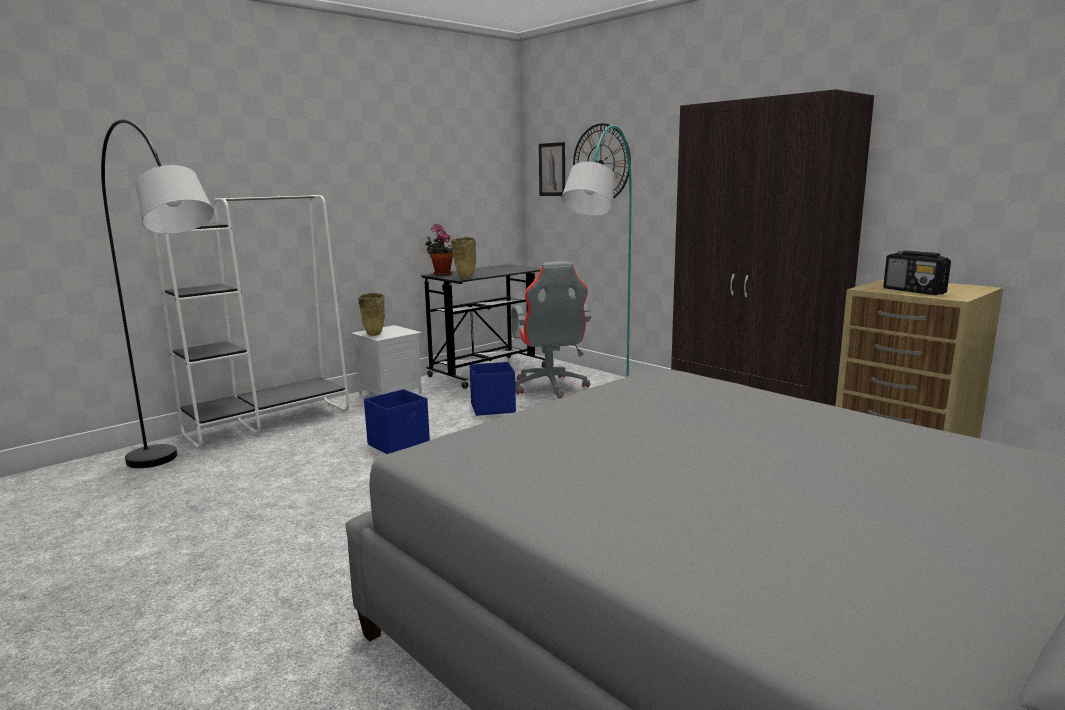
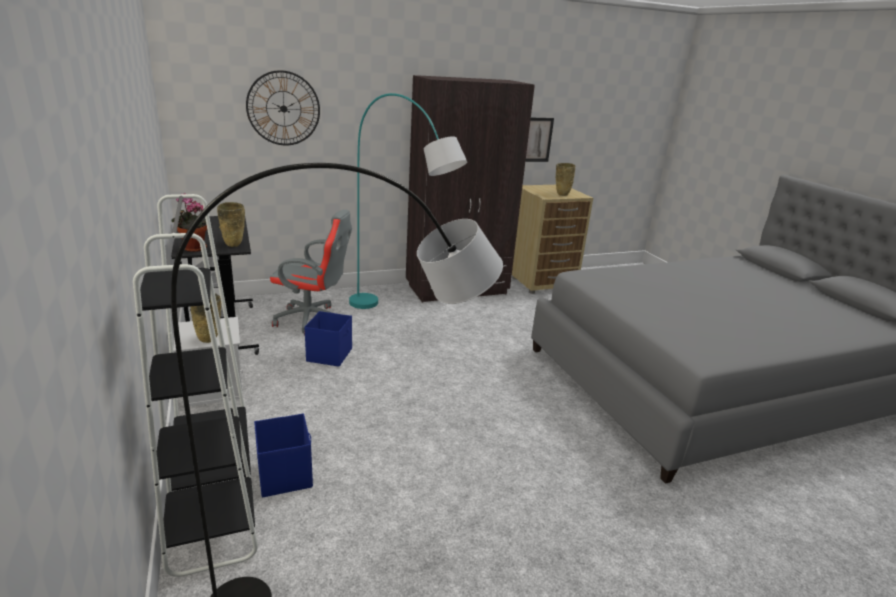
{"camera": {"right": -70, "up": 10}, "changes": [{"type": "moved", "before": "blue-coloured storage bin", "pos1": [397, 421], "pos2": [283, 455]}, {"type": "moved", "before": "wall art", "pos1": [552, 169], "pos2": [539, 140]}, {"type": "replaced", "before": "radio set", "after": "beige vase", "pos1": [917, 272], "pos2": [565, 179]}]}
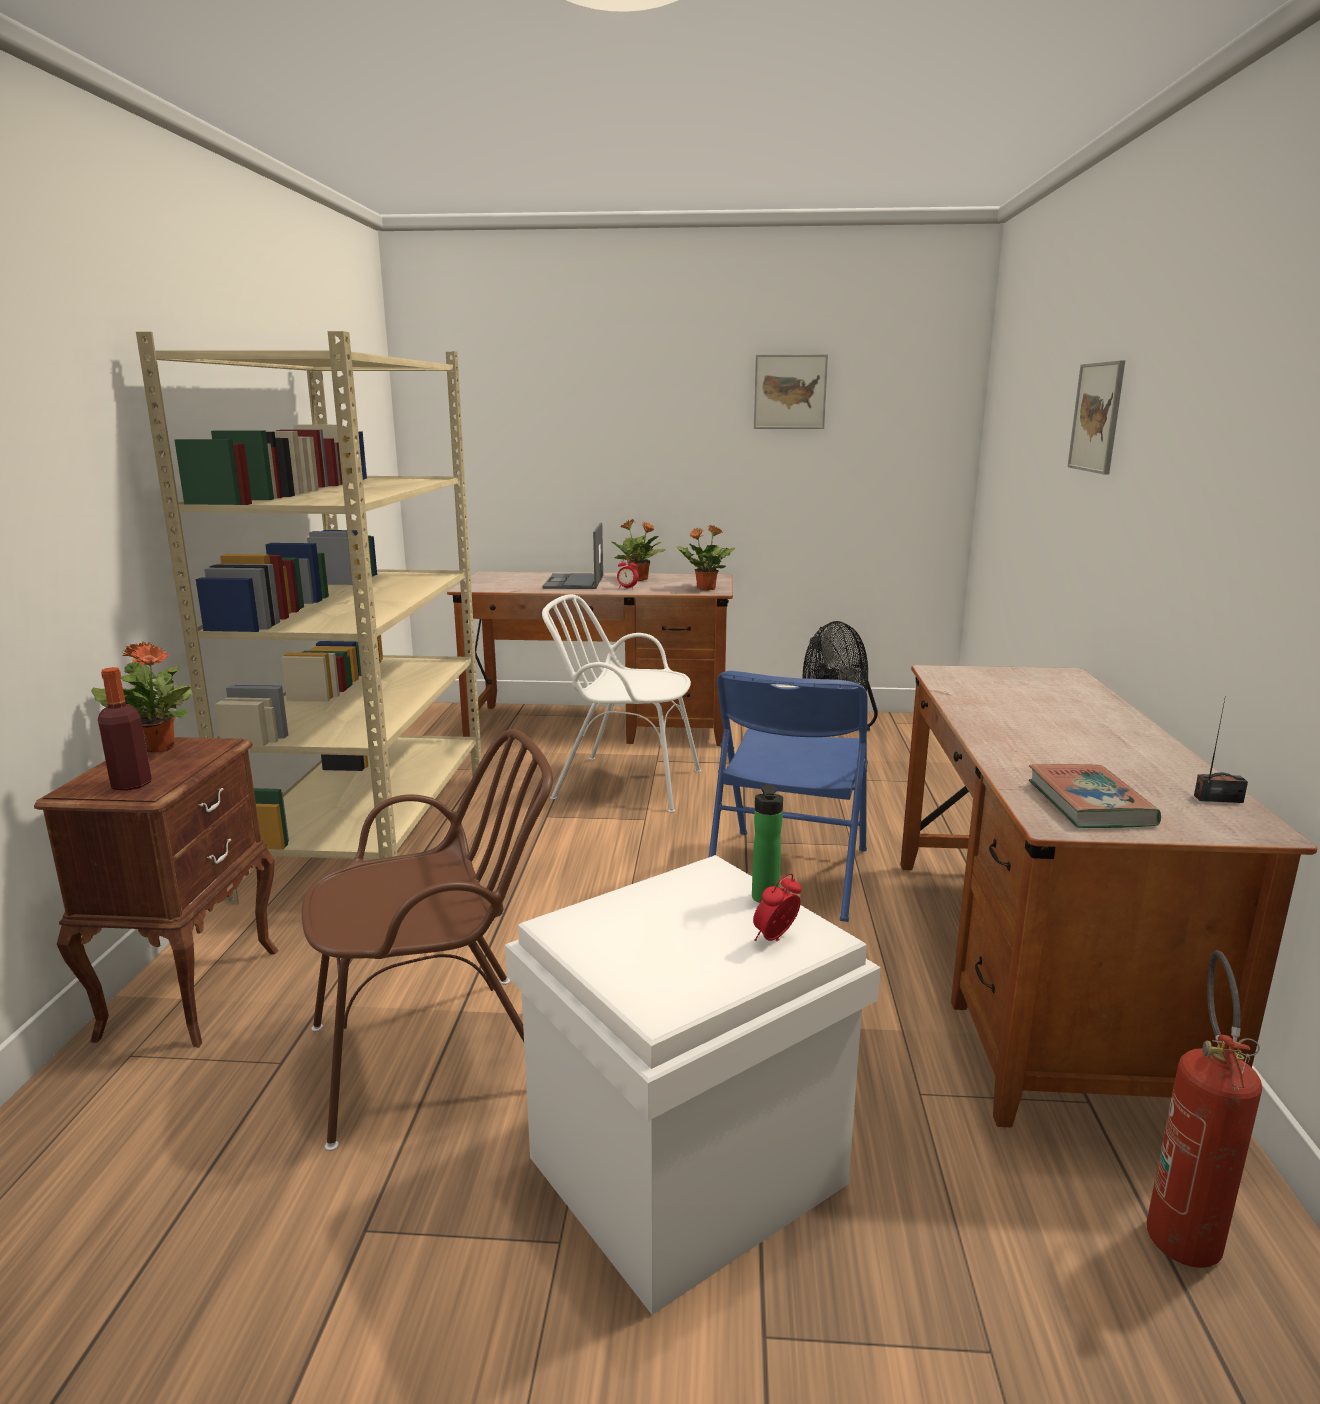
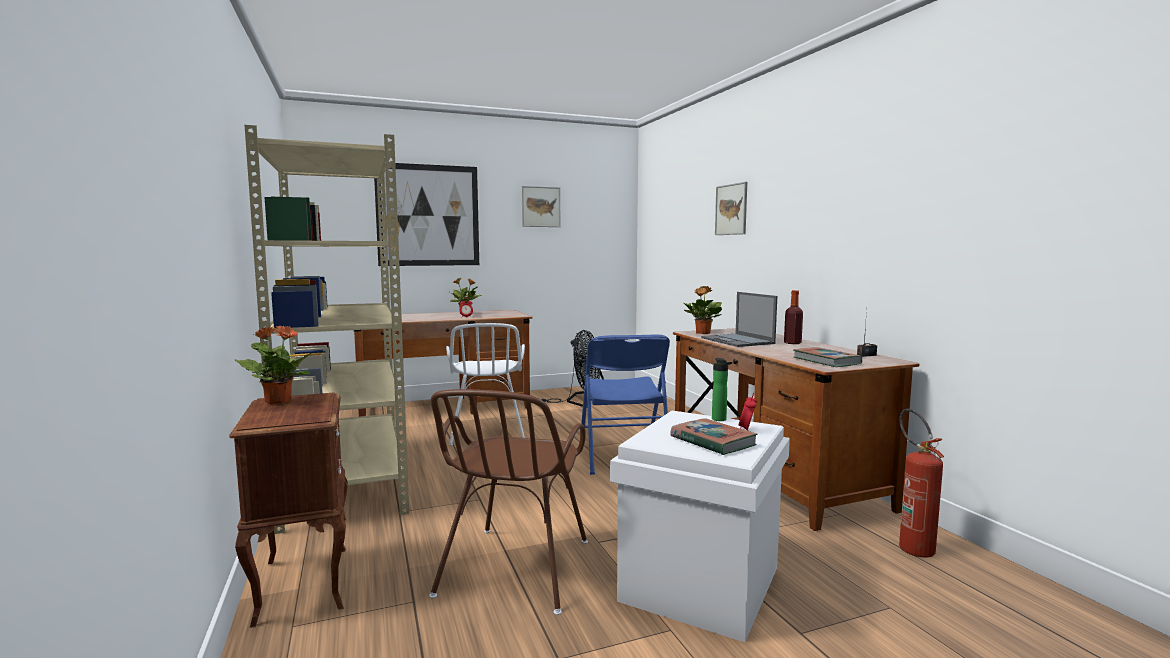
{"camera": {"right": -25, "up": -10}, "changes": [{"type": "moved", "before": "beverage bottle", "pos1": [125, 729], "pos2": [793, 317]}, {"type": "turned", "before": "brown-coloured upright chair", "pos1": [427, 940], "pos2": [508, 502], "turn": 150}, {"type": "moved", "before": "laptop", "pos1": [572, 556], "pos2": [739, 319]}, {"type": "turned", "before": "white-coloured upright chair", "pos1": [621, 703], "pos2": [485, 384], "turn": -90}, {"type": "moved", "before": "potted plant", "pos1": [706, 558], "pos2": [703, 310]}, {"type": "added", "after": "wall art", "pos2": [426, 214]}, {"type": "added", "after": "bound book", "pos2": [714, 436]}]}
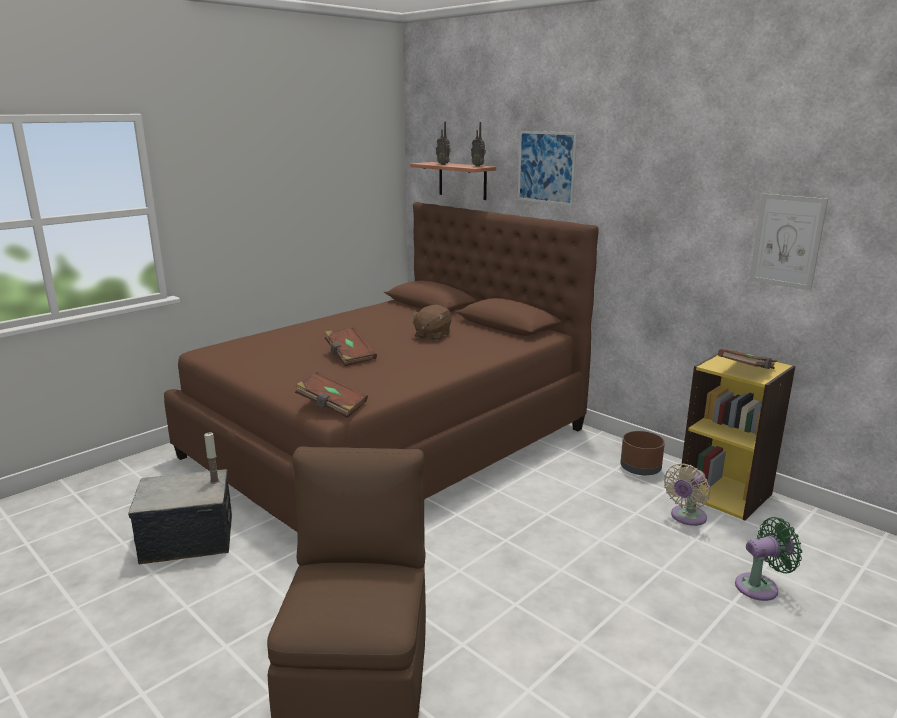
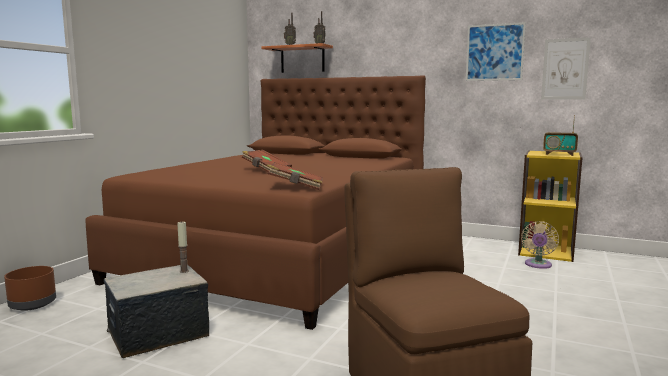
{"camera": {"right": -20, "up": -10}, "changes": [{"type": "removed", "before": "brown-coloured cuddly toy", "pos1": [431, 323]}, {"type": "moved", "before": "wall art", "pos1": [547, 168], "pos2": [496, 51]}, {"type": "moved", "before": "brown-coloured flower pot", "pos1": [642, 453], "pos2": [30, 288]}, {"type": "replaced", "before": "brown-coloured bound book", "after": "radio set", "pos1": [747, 359], "pos2": [560, 135]}, {"type": "removed", "before": "greenish fan", "pos1": [768, 559]}]}
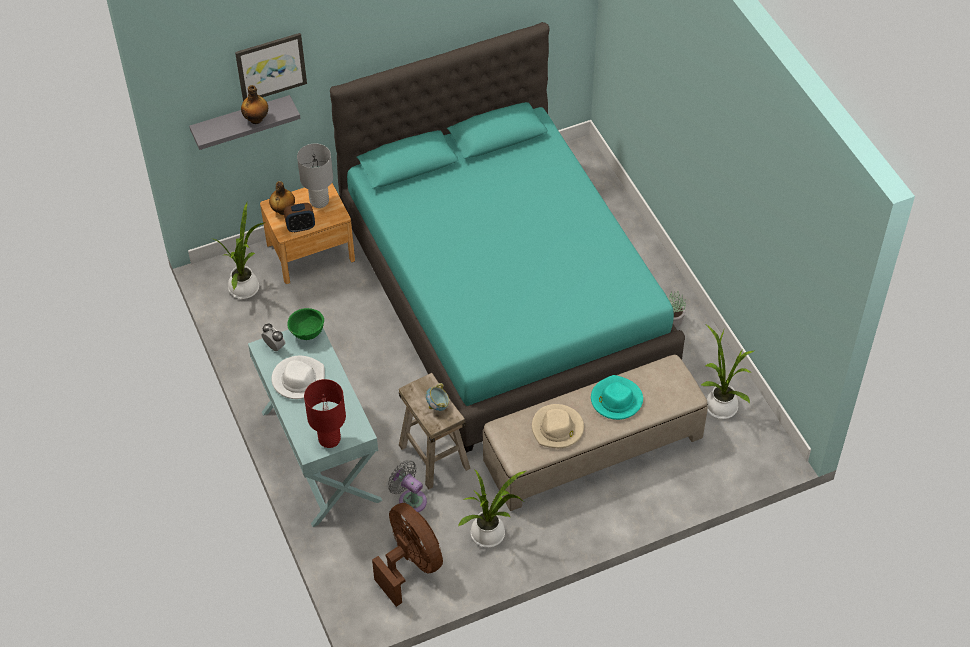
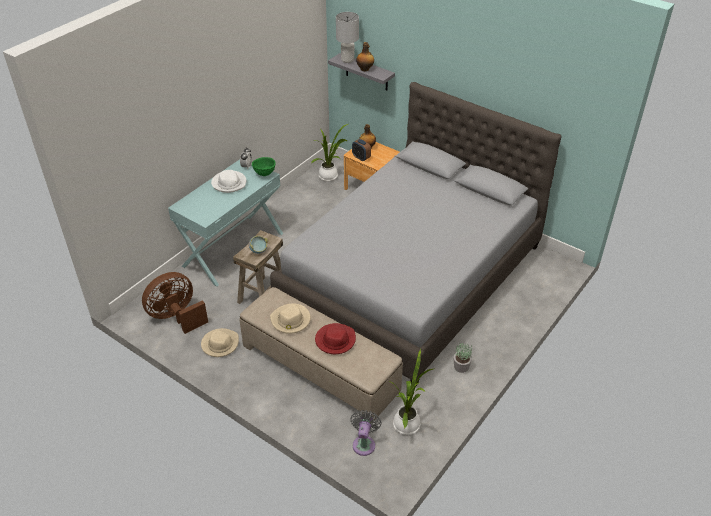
{"camera": {"right": 60, "up": -10}, "changes": [{"type": "removed", "before": "wall art", "pos1": [271, 67]}, {"type": "moved", "before": "grey tabletop lamp", "pos1": [315, 175], "pos2": [347, 37]}, {"type": "removed", "before": "red-coloured tabletop lamp", "pos1": [325, 413]}, {"type": "recoloured", "before": "blue-green bedroom bed", "after": "grey bedroom bed", "pos1": [507, 237], "pos2": [415, 234]}, {"type": "turned", "before": "brown-coloured fan", "pos1": [407, 555], "pos2": [175, 303], "turn": -150}, {"type": "moved", "before": "grey fan", "pos1": [407, 486], "pos2": [366, 433]}, {"type": "replaced", "before": "potted plant", "after": "beige hat", "pos1": [492, 508], "pos2": [220, 342]}, {"type": "recoloured", "before": "blue-green hat", "after": "red-coloured hat", "pos1": [617, 397], "pos2": [335, 338]}]}
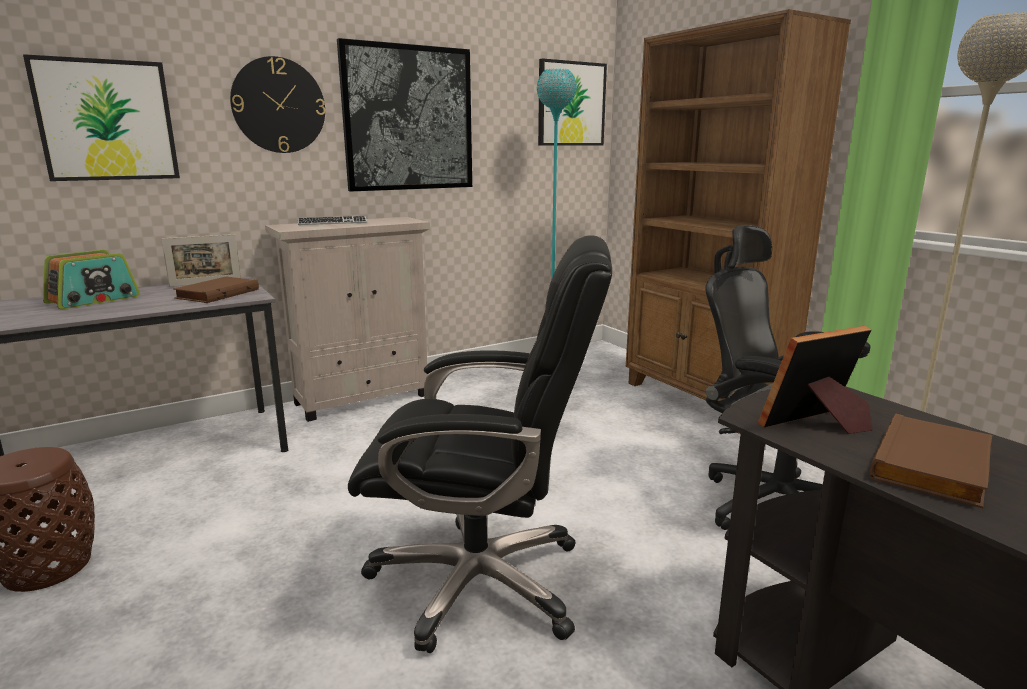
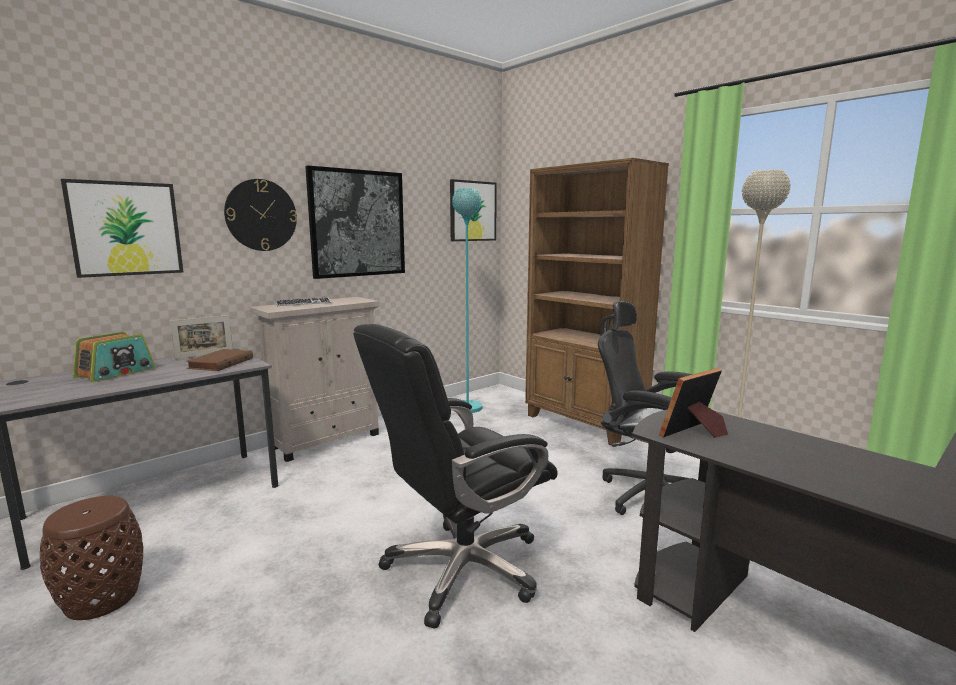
{"camera": {"right": -10, "up": -5}, "changes": [{"type": "turned", "before": "black-coloured computer chair", "pos1": [480, 444], "pos2": [455, 476], "turn": 150}, {"type": "removed", "before": "brown-coloured bound book", "pos1": [931, 461]}]}
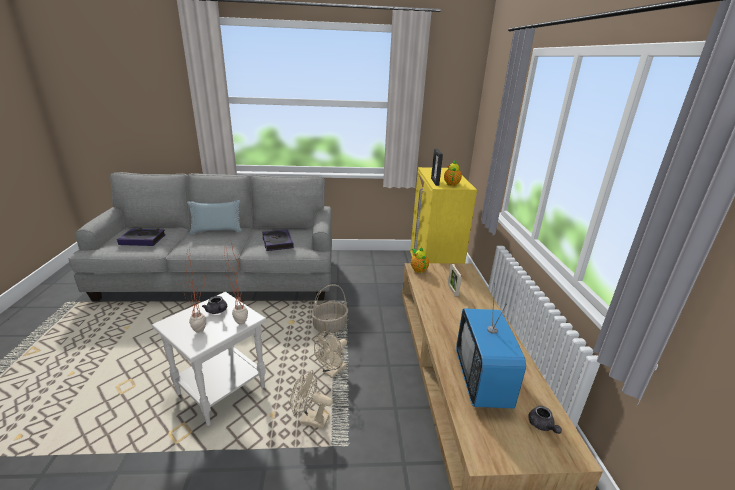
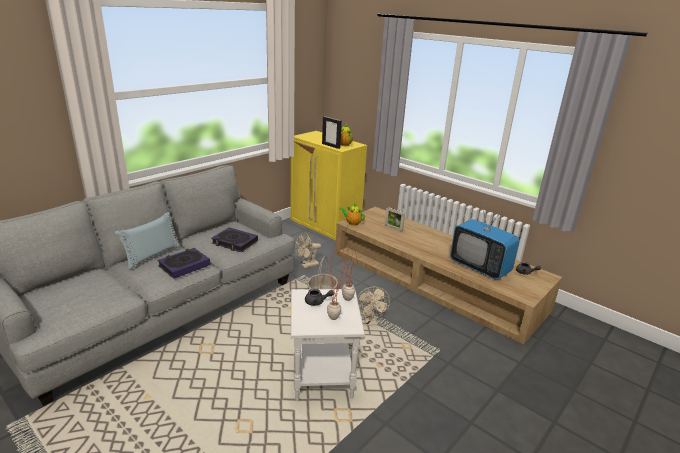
{"camera": {"right": -45, "up": 0}, "changes": [{"type": "moved", "before": "bound book", "pos1": [141, 237], "pos2": [184, 263]}, {"type": "moved", "before": "beige fan", "pos1": [311, 399], "pos2": [308, 251]}]}
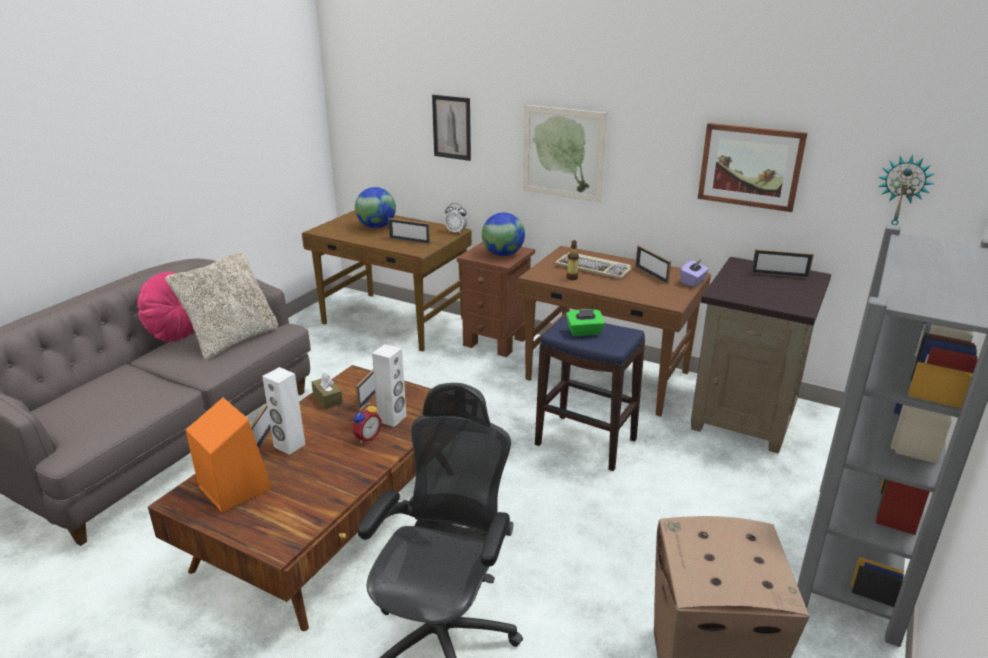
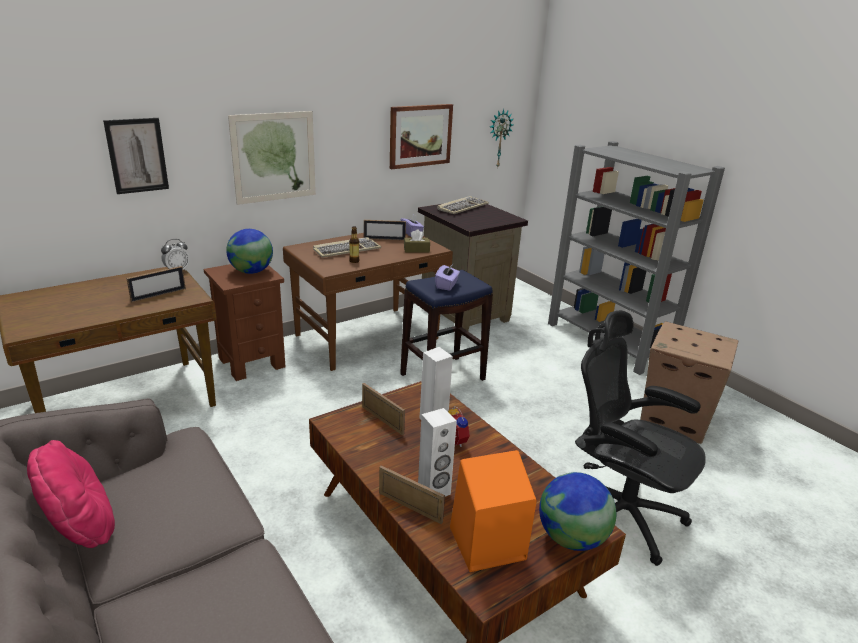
{"camera": {"right": -65, "up": 0}, "changes": [{"type": "removed", "before": "beige throw pillow", "pos1": [221, 306]}, {"type": "moved", "before": "brown-coloured tissue box", "pos1": [327, 391], "pos2": [417, 240]}, {"type": "moved", "before": "world globe", "pos1": [375, 207], "pos2": [577, 511]}, {"type": "recoloured", "before": "greenish tissue box", "after": "purplish tissue box", "pos1": [585, 322], "pos2": [447, 277]}, {"type": "replaced", "before": "picture frame", "after": "keyboard", "pos1": [782, 263], "pos2": [463, 205]}]}
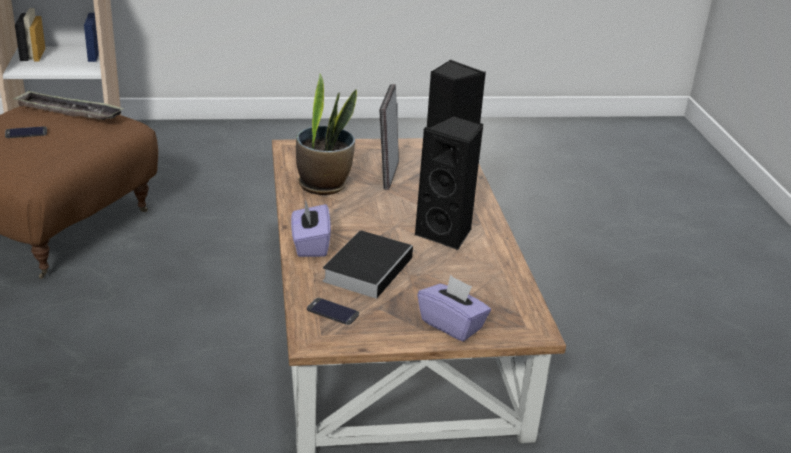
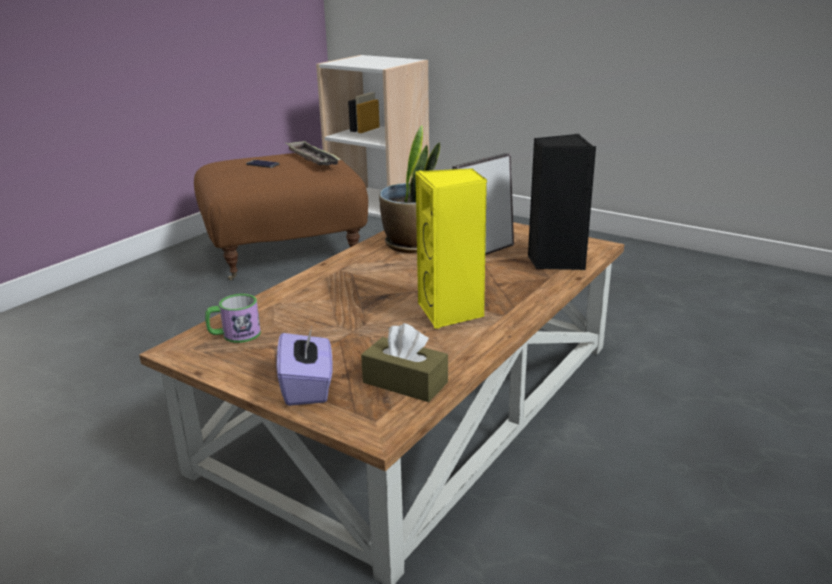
{"camera": {"right": 45, "up": -5}, "changes": [{"type": "removed", "before": "purplish tissue box", "pos1": [311, 228]}, {"type": "replaced", "before": "phone", "after": "tea mug", "pos1": [333, 311], "pos2": [233, 318]}, {"type": "removed", "before": "bound book", "pos1": [368, 265]}, {"type": "recoloured", "before": "black-coloured loudspeaker", "after": "yellow-coloured loudspeaker", "pos1": [449, 183], "pos2": [451, 248]}, {"type": "added", "after": "brown-coloured tissue box", "pos2": [404, 362]}]}
